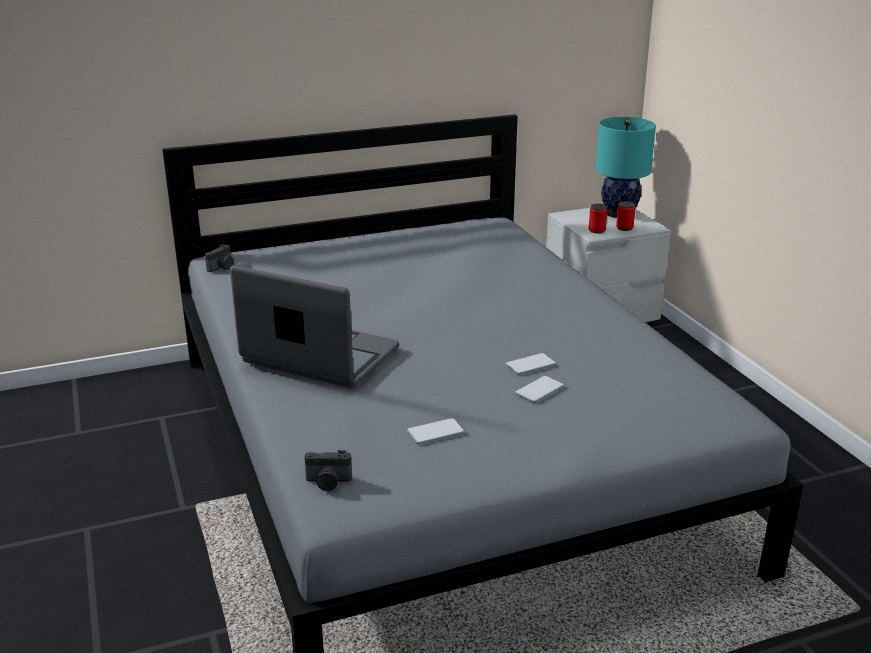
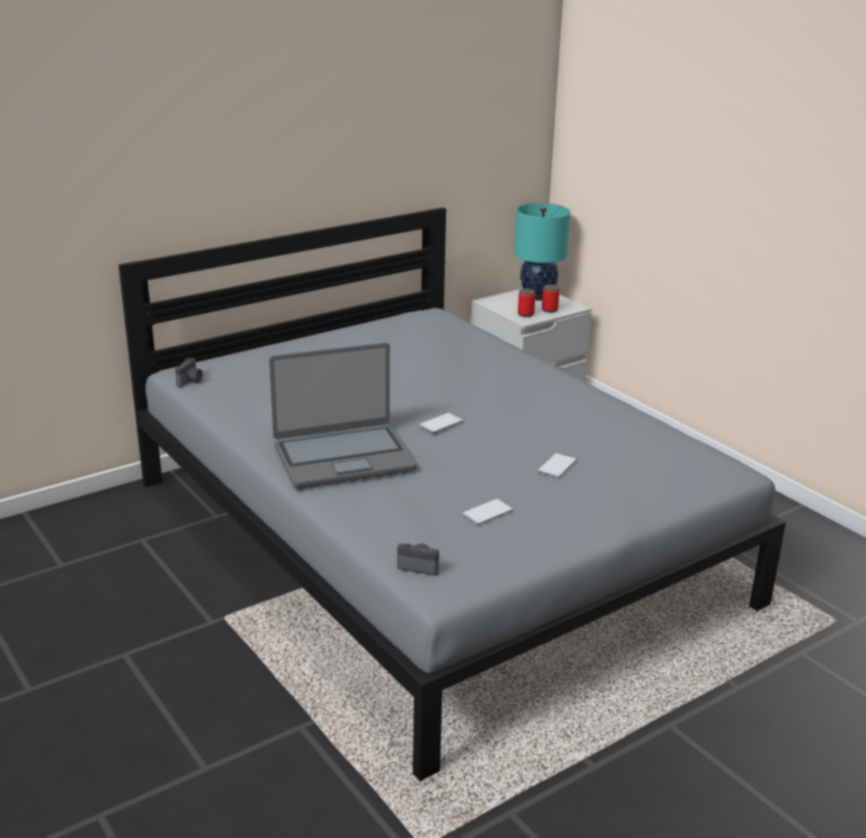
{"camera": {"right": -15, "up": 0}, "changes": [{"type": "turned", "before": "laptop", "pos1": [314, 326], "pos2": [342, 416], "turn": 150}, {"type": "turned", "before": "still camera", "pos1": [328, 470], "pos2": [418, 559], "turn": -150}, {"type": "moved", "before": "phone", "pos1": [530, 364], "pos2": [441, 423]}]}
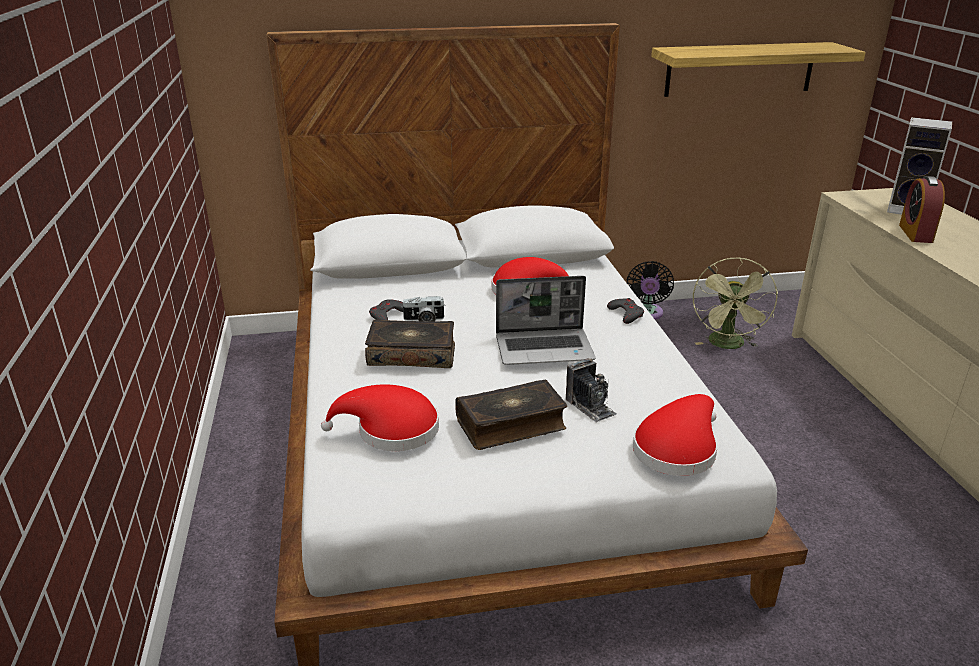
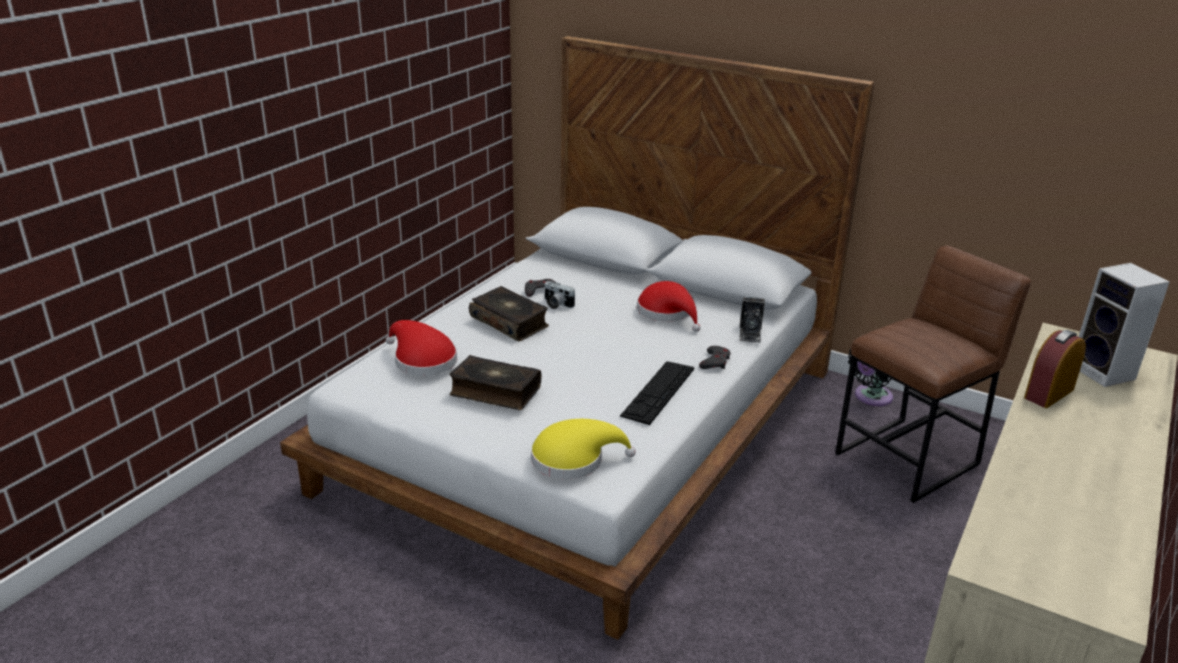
{"camera": {"right": 40, "up": 0}, "changes": [{"type": "removed", "before": "laptop", "pos1": [546, 320]}, {"type": "moved", "before": "still camera", "pos1": [591, 390], "pos2": [752, 320]}, {"type": "recoloured", "before": "red-coloured hat", "after": "yellow-coloured hat", "pos1": [675, 435], "pos2": [583, 449]}, {"type": "removed", "before": "shelf", "pos1": [758, 69]}, {"type": "replaced", "before": "greenish fan", "after": "brown-coloured upright chair", "pos1": [735, 303], "pos2": [933, 374]}, {"type": "added", "after": "keyboard", "pos2": [657, 393]}]}
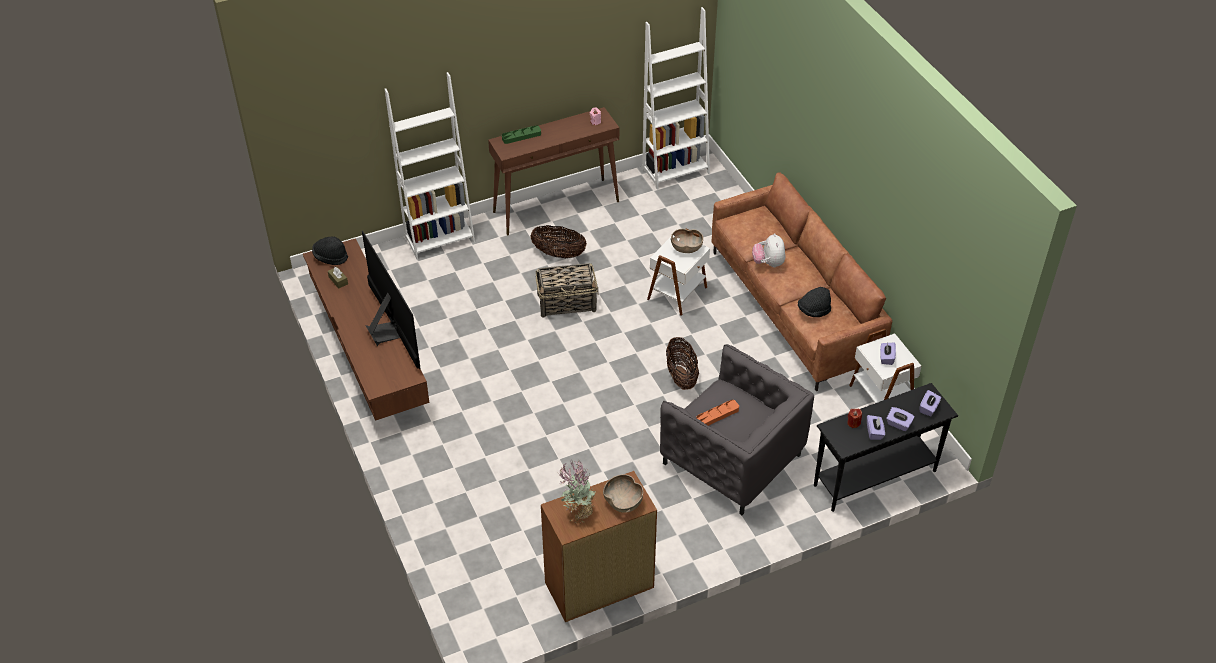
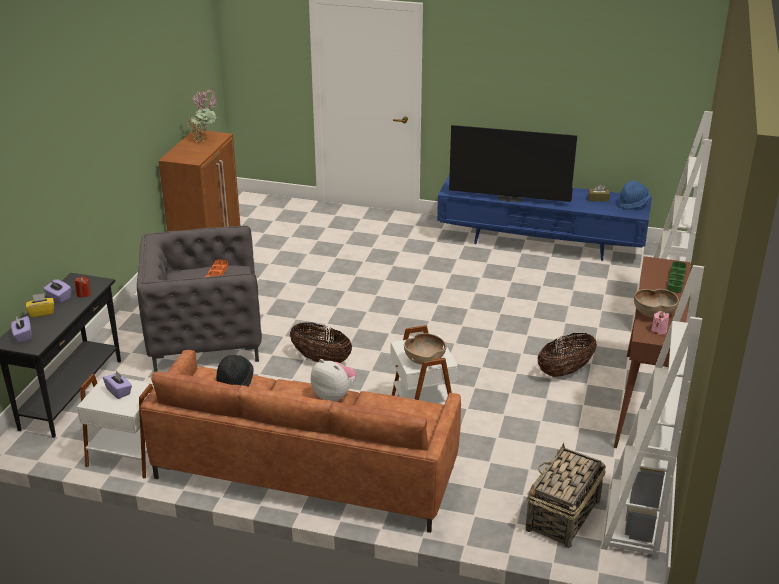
{"camera": {"right": 130, "up": -15}, "changes": [{"type": "recoloured", "before": "brown-coloured tv stand", "after": "blue-coloured tv stand", "pos1": [366, 329], "pos2": [544, 217]}, {"type": "recoloured", "before": "black-coloured hat", "after": "blue-coloured hat", "pos1": [330, 250], "pos2": [634, 195]}, {"type": "moved", "before": "basket", "pos1": [567, 290], "pos2": [566, 495]}, {"type": "moved", "before": "brown-coloured bowl", "pos1": [623, 493], "pos2": [656, 303]}, {"type": "recoloured", "before": "purplish tissue box", "after": "yellow-coloured tissue box", "pos1": [900, 419], "pos2": [40, 305]}]}
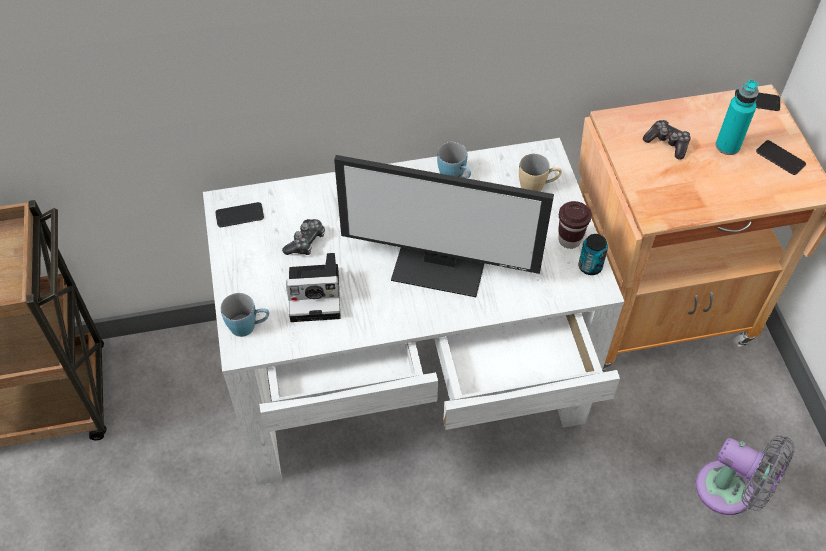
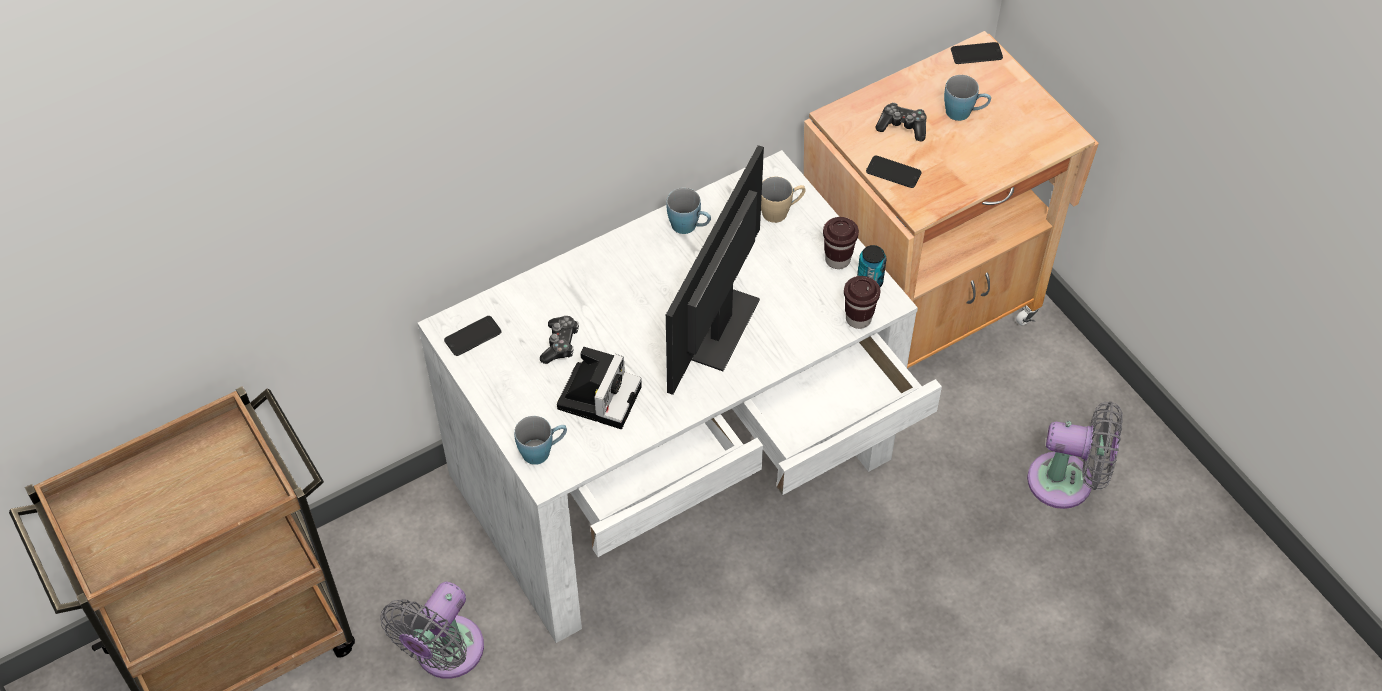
{"camera": {"right": -20, "up": 0}, "changes": [{"type": "turned", "before": "still camera", "pos1": [313, 287], "pos2": [599, 388], "turn": -45}, {"type": "turned", "before": "computer screen", "pos1": [444, 226], "pos2": [715, 270], "turn": 120}, {"type": "replaced", "before": "blue-green beverage bottle", "after": "blue-coloured tea mug", "pos1": [737, 117], "pos2": [967, 98]}, {"type": "moved", "before": "phone", "pos1": [781, 157], "pos2": [893, 172]}, {"type": "added", "after": "grey fan", "pos2": [432, 630]}, {"type": "added", "after": "brown-coloured small cup", "pos2": [862, 302]}]}
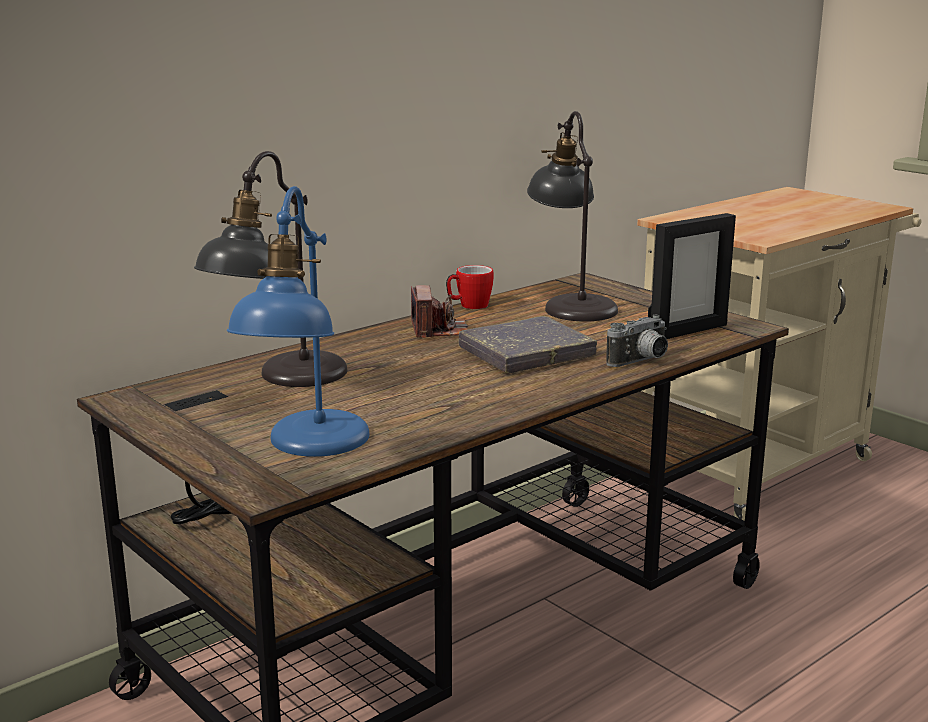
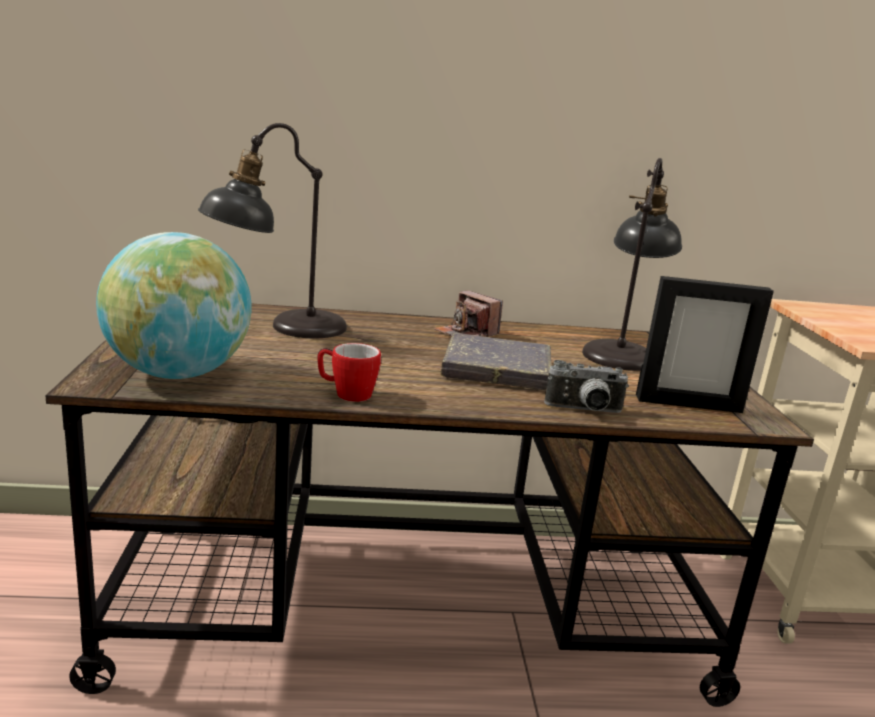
{"camera": {"right": 35, "up": 0}, "changes": [{"type": "replaced", "before": "blue-coloured tabletop lamp", "after": "world globe", "pos1": [298, 321], "pos2": [174, 305]}, {"type": "turned", "before": "still camera", "pos1": [439, 311], "pos2": [468, 313], "turn": 105}, {"type": "moved", "before": "tea mug", "pos1": [470, 287], "pos2": [349, 372]}]}
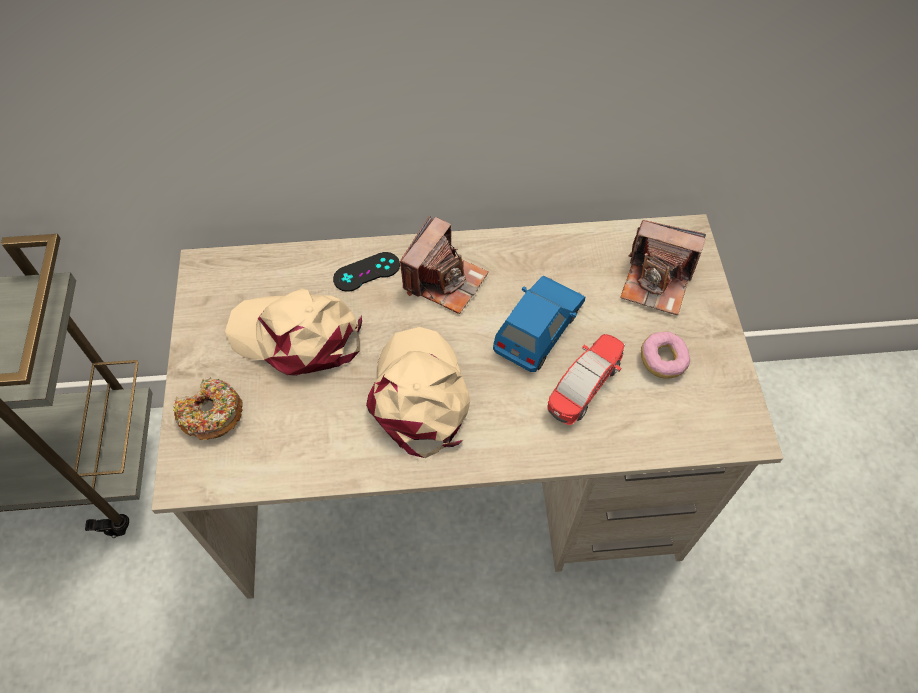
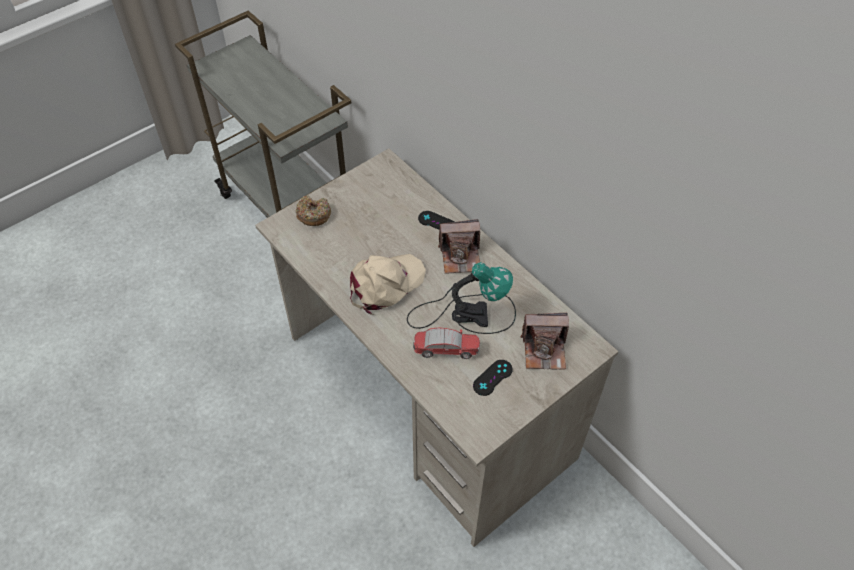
{"camera": {"right": 55, "up": -5}, "changes": [{"type": "removed", "before": "beige baseball cap", "pos1": [293, 332]}, {"type": "replaced", "before": "blue-coloured miniature car", "after": "tabletop lamp", "pos1": [539, 323], "pos2": [461, 298]}, {"type": "turned", "before": "still camera", "pos1": [663, 267], "pos2": [545, 341], "turn": -75}, {"type": "replaced", "before": "doughnut", "after": "black-coloured gamepad", "pos1": [665, 354], "pos2": [493, 378]}]}
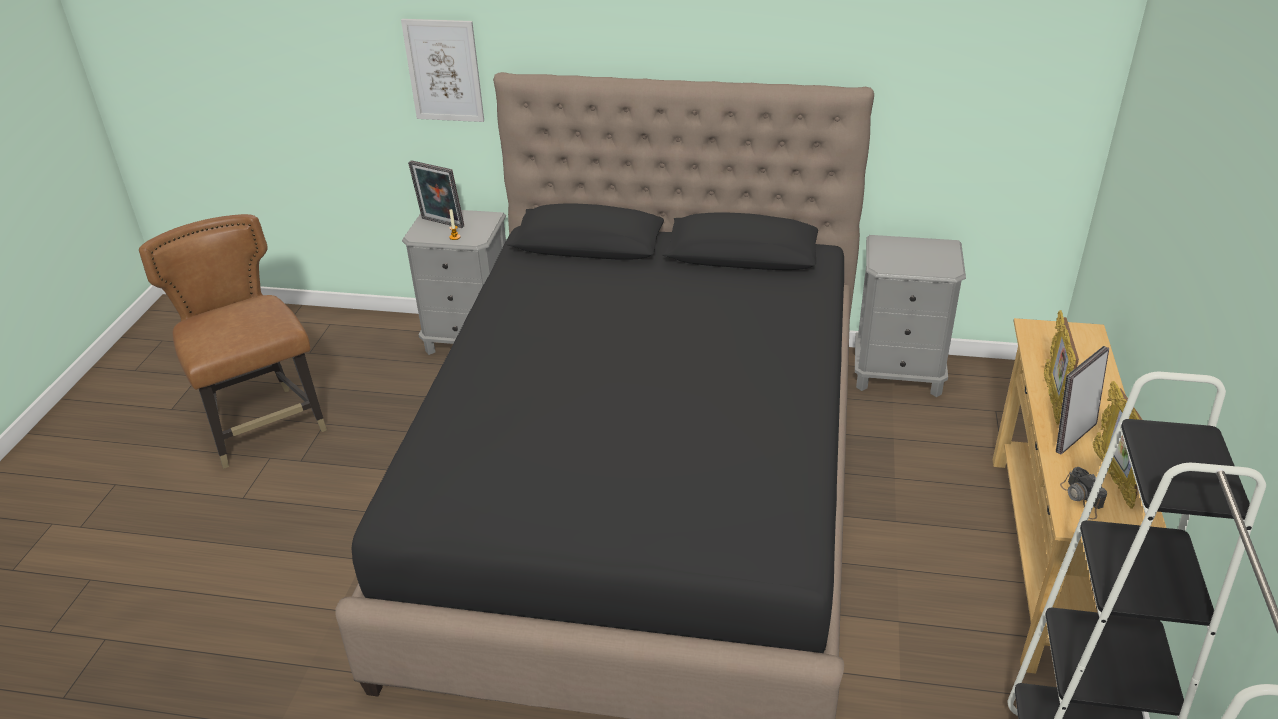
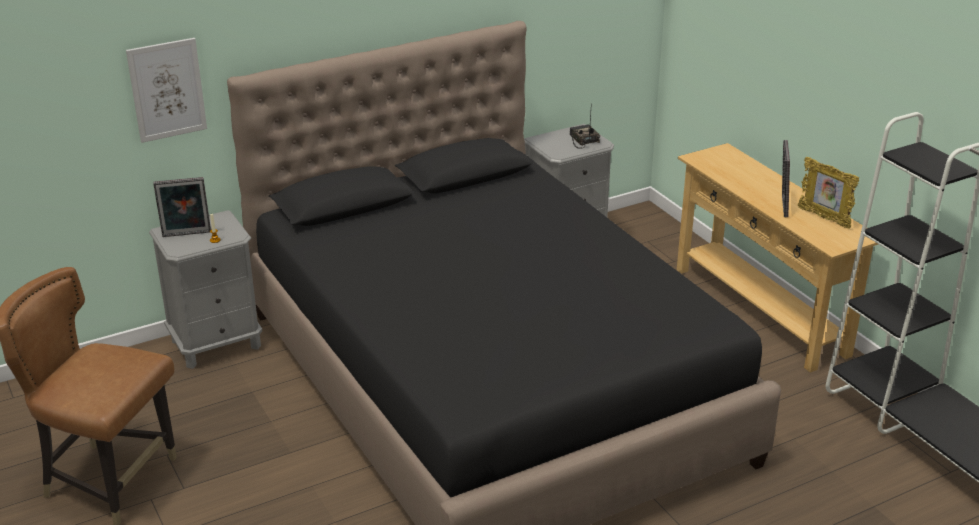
{"camera": {"right": -40, "up": -5}, "changes": [{"type": "removed", "before": "picture frame", "pos1": [1061, 367]}, {"type": "removed", "before": "still camera", "pos1": [1083, 493]}, {"type": "added", "after": "radio set", "pos2": [585, 125]}]}
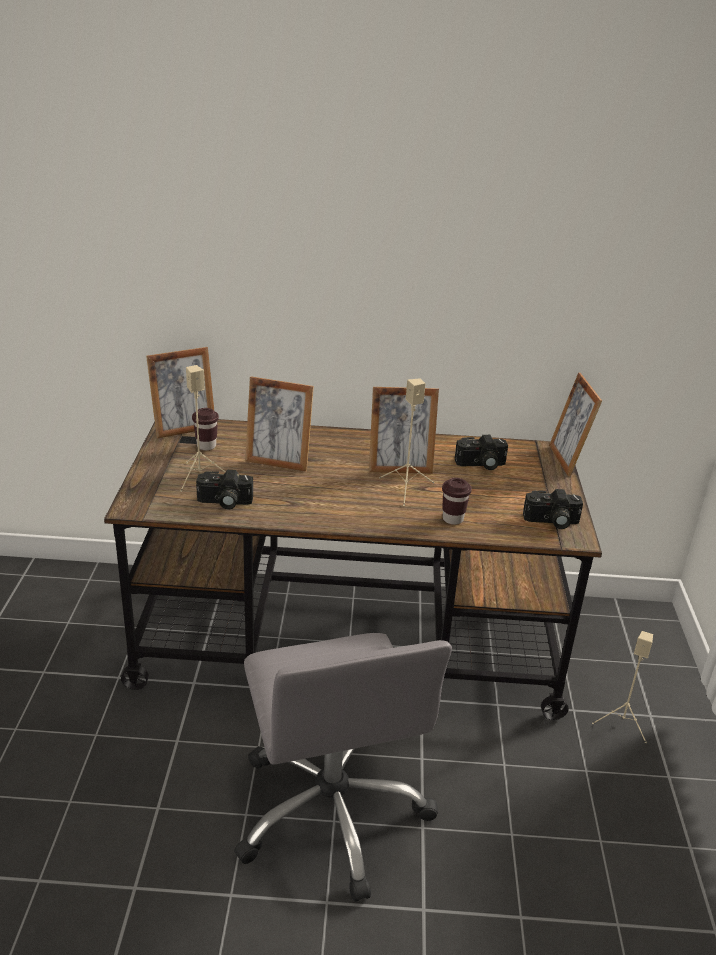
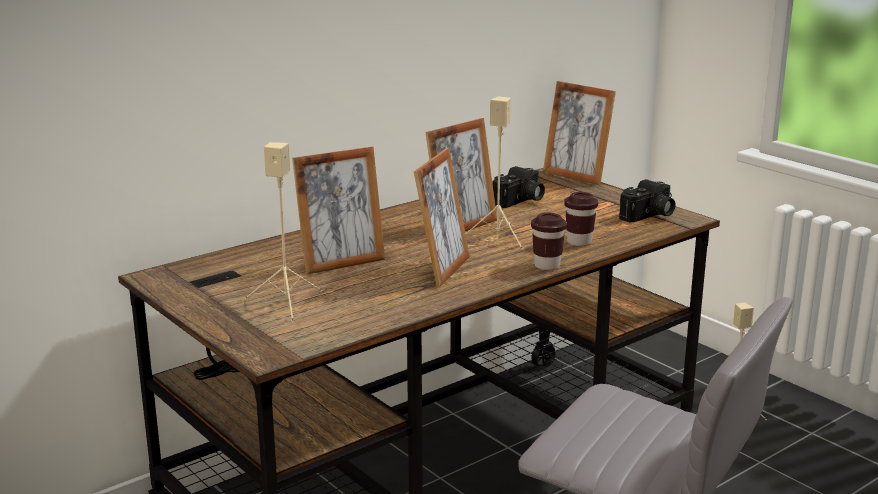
{"camera": {"right": -40, "up": -10}, "changes": [{"type": "moved", "before": "picture frame", "pos1": [180, 392], "pos2": [442, 217]}, {"type": "moved", "before": "brown-coloured small cup", "pos1": [205, 429], "pos2": [549, 241]}, {"type": "removed", "before": "still camera", "pos1": [224, 489]}]}
